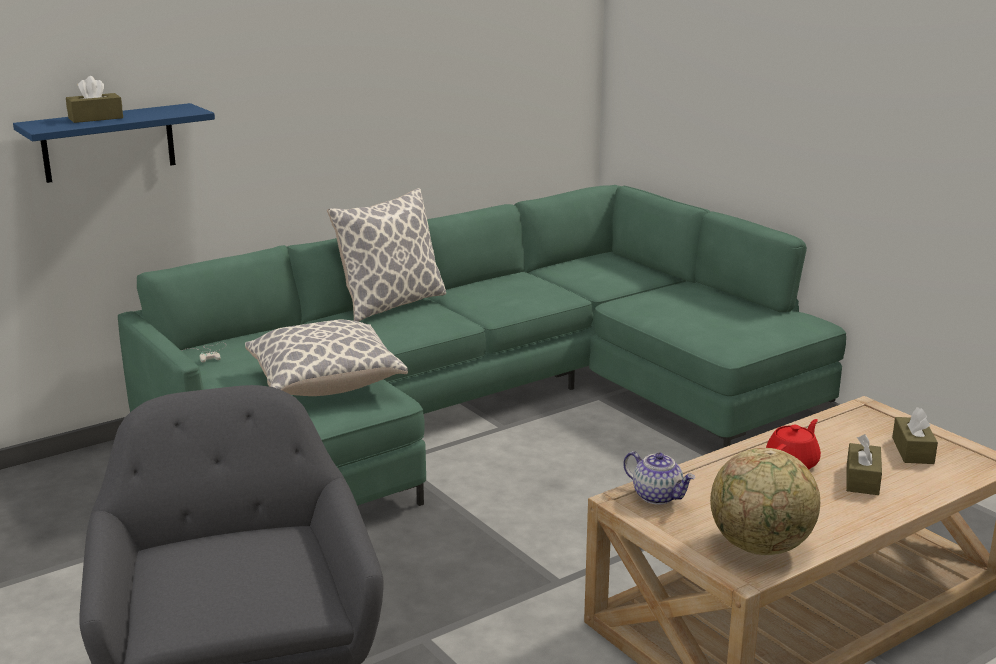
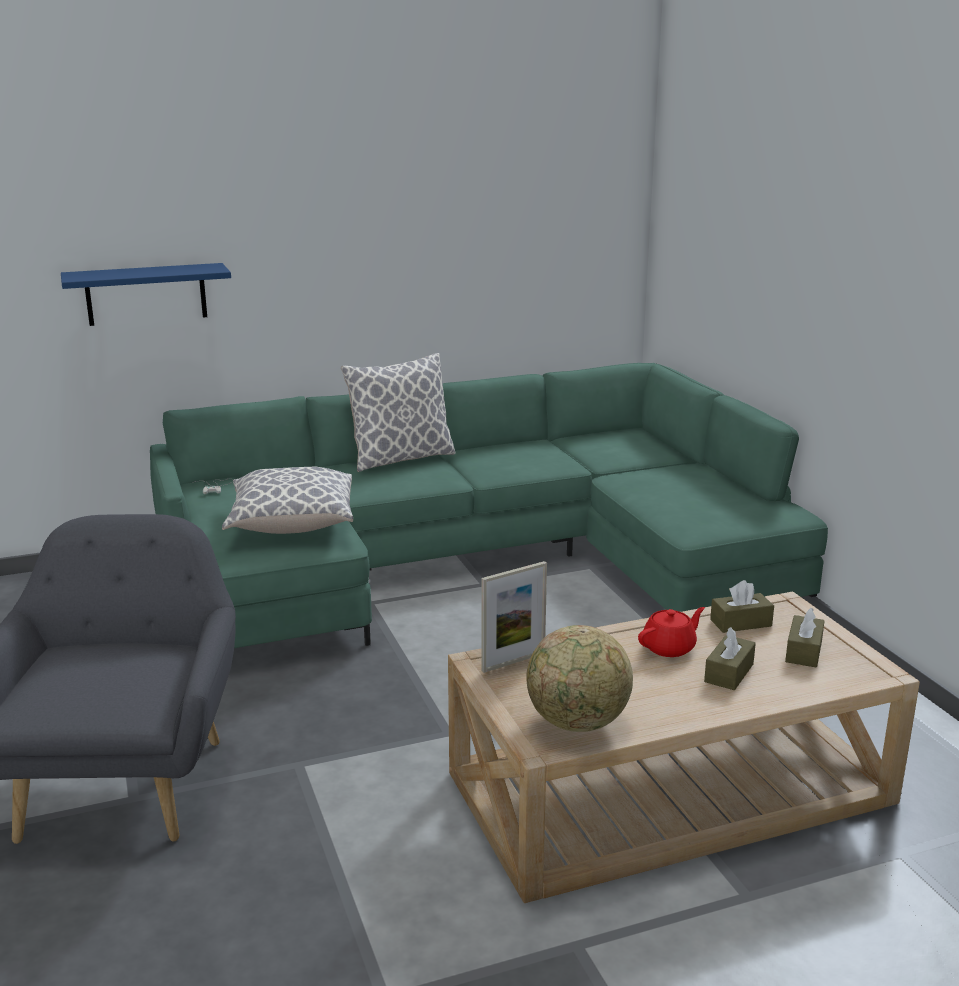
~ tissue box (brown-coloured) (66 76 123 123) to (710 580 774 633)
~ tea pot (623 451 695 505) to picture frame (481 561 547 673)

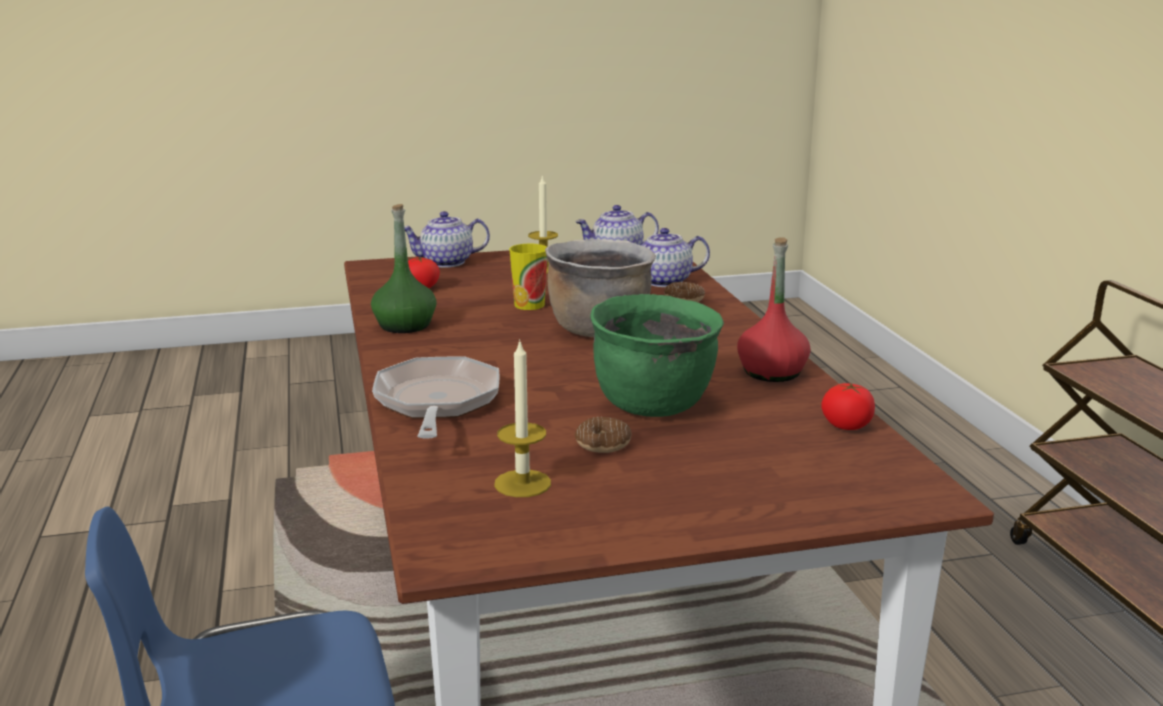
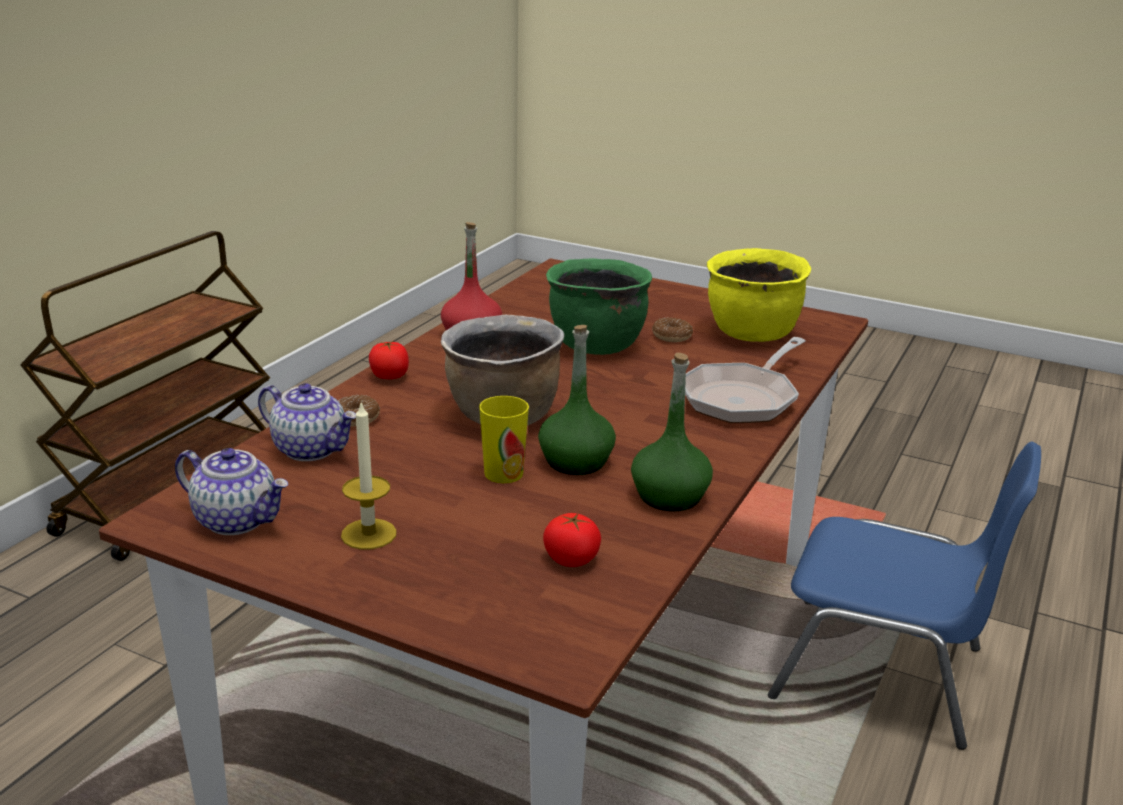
- tea pot (404 211 490 268)
~ candle (494 339 551 497) to saucepot (yellow-coloured) (707 248 811 342)
~ fresh tomato (821 383 875 430) to (369 341 409 379)
+ beverage bottle (green) (538 325 616 475)

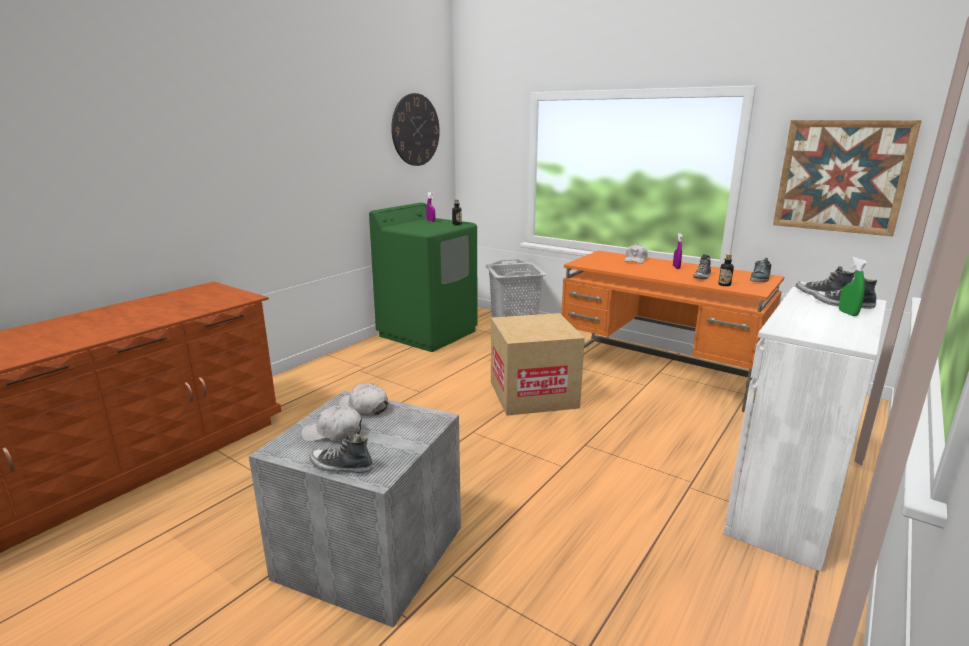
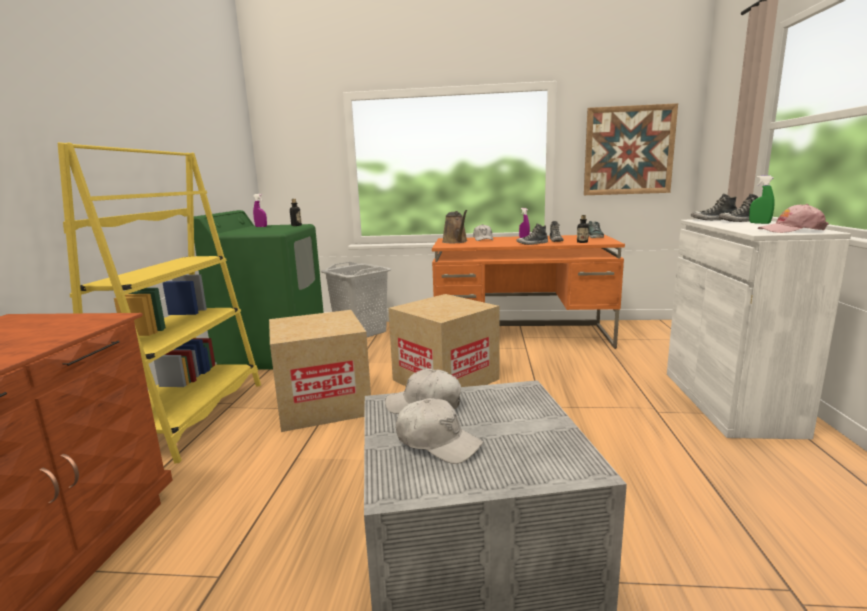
- clock on the wall (391 93 440 166)
~ cap (white-coloured) (302 405 362 442) = (396 398 483 464) 120 degrees counterclockwise
~ low shoe (309 431 373 474) to (516 224 548 245)
+ bookshelf (yellow-coloured) (58 142 261 463)
+ cap (pink-coloured) (758 204 829 233)
+ watering pot (brown-coloured) (442 210 467 243)
+ carton (269 310 371 432)

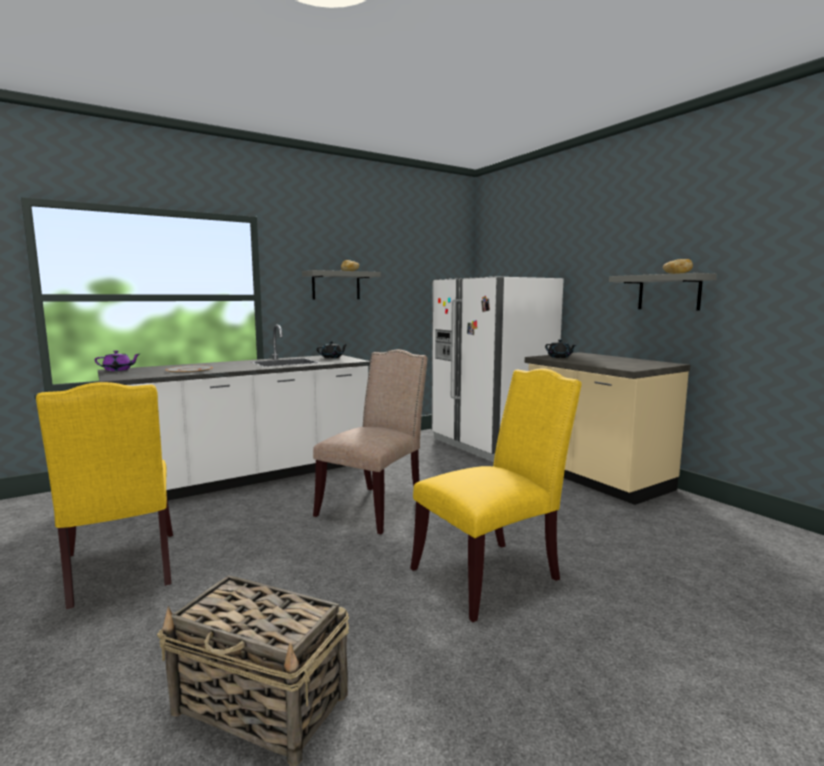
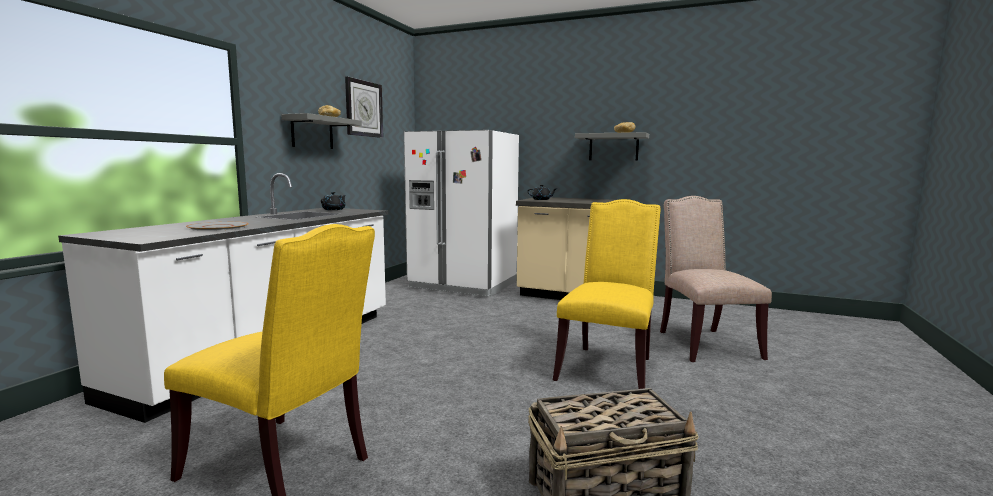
- tea pot (purple-coloured) (95 350 139 371)
~ plain chair (sand-coloured) (313 350 428 534) to (660 196 772 362)
+ clock on the wall (345 77 383 138)

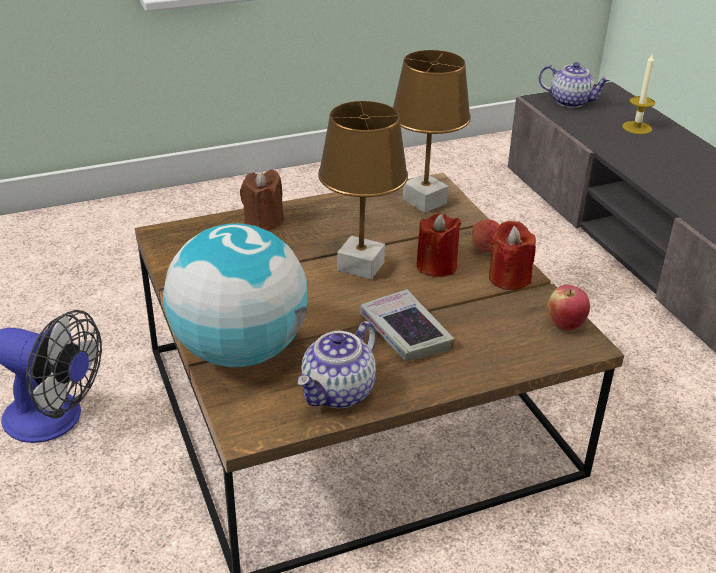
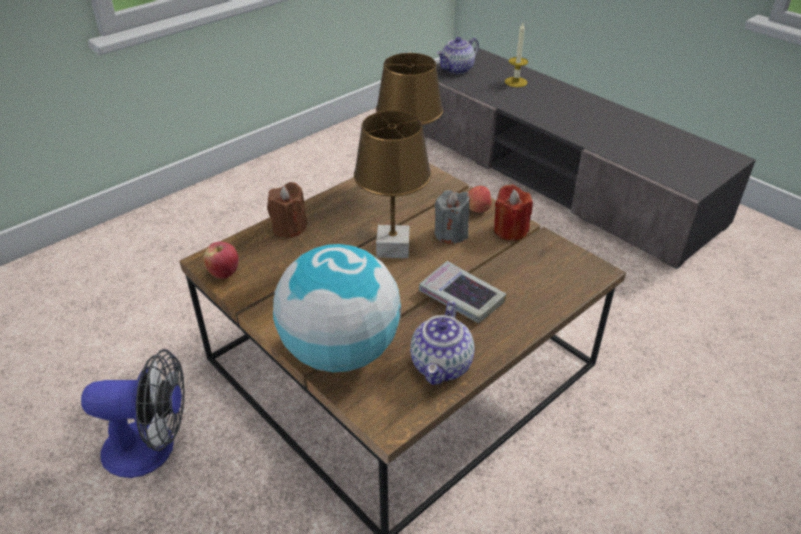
~ tea pot (539 62 610 108) = (437 37 479 74) 135 degrees clockwise
~ candle (red) (416 213 461 277) to candle (gray) (435 190 470 244)
~ apple (547 285 590 331) to (203 242 239 279)

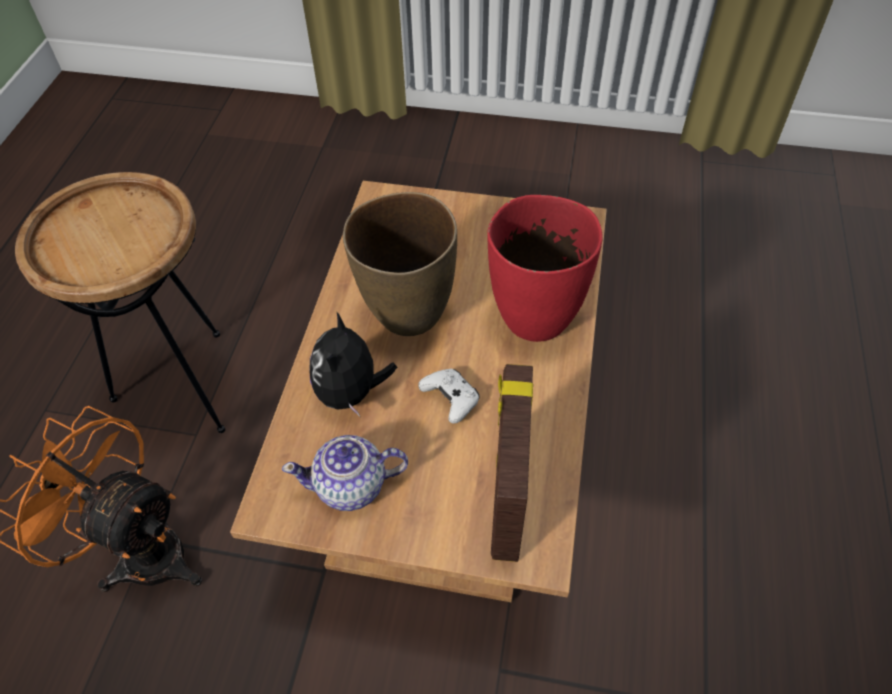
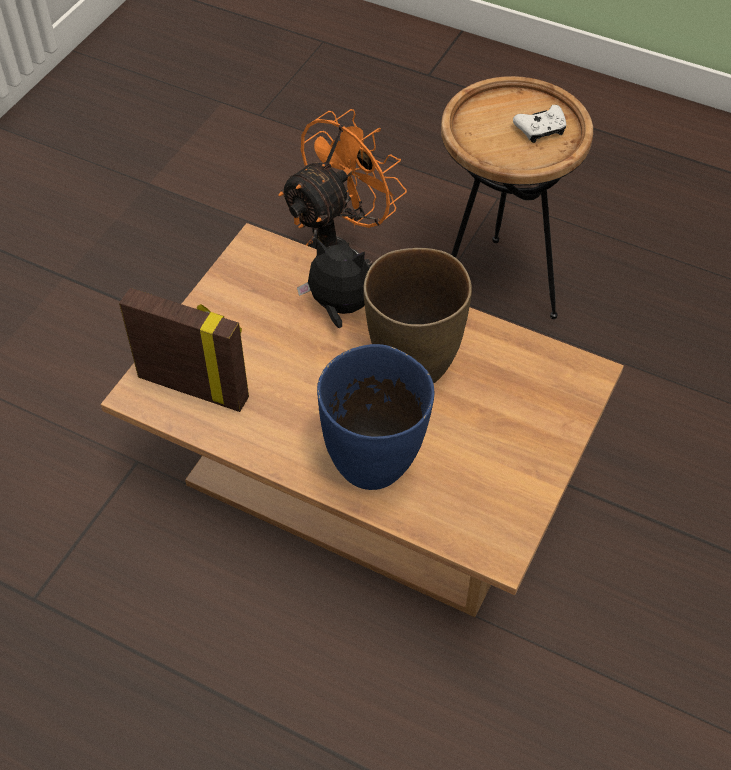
~ decorative vase (red) (487 195 602 342) to decorative vase (bluish) (317 344 434 490)
~ joypad (white-coloured) (418 369 480 424) to (513 105 566 143)
- tea pot (282 435 408 511)

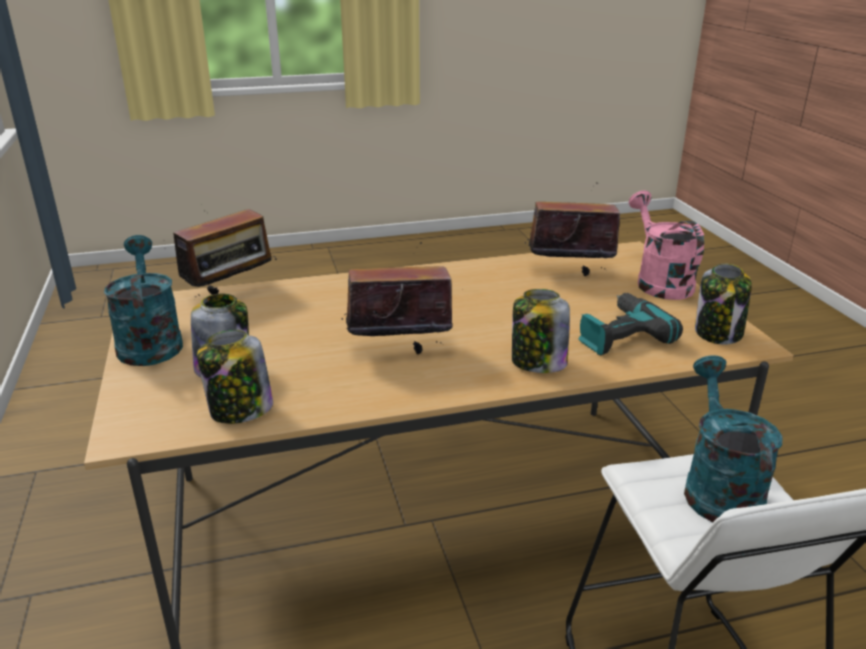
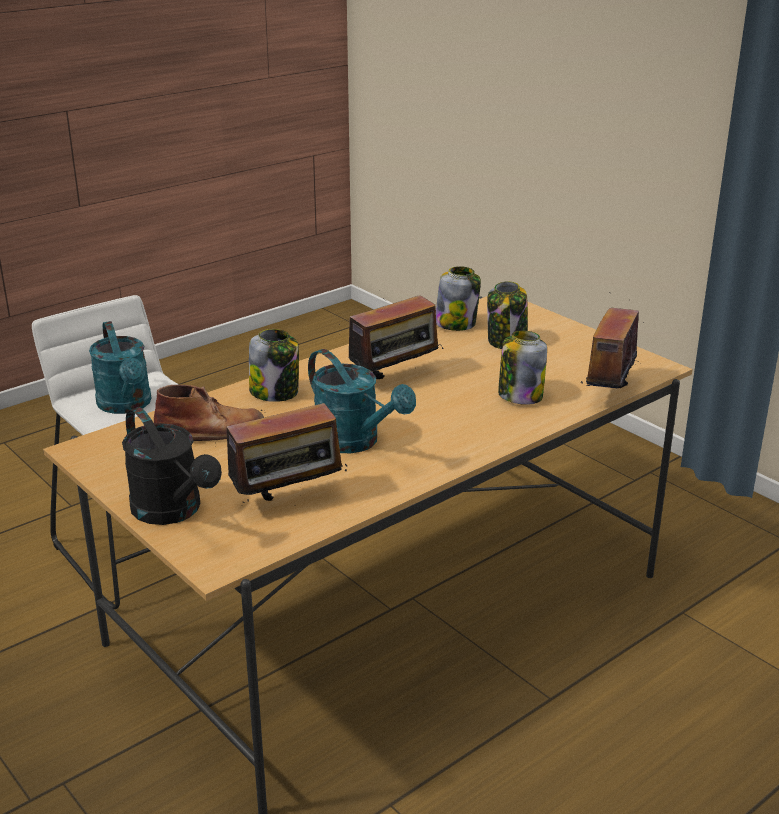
~ watering pot (pink-coloured) (629 190 704 300) to watering pot (blackish) (122 407 222 525)
~ watering pot (turquoise-coloured) (104 235 183 366) to (308 349 416 453)
~ storage jar (695 264 752 345) to (498 330 547 405)
~ electric drill (578 293 683 355) to tall boot (brown-coloured) (154 385 264 441)

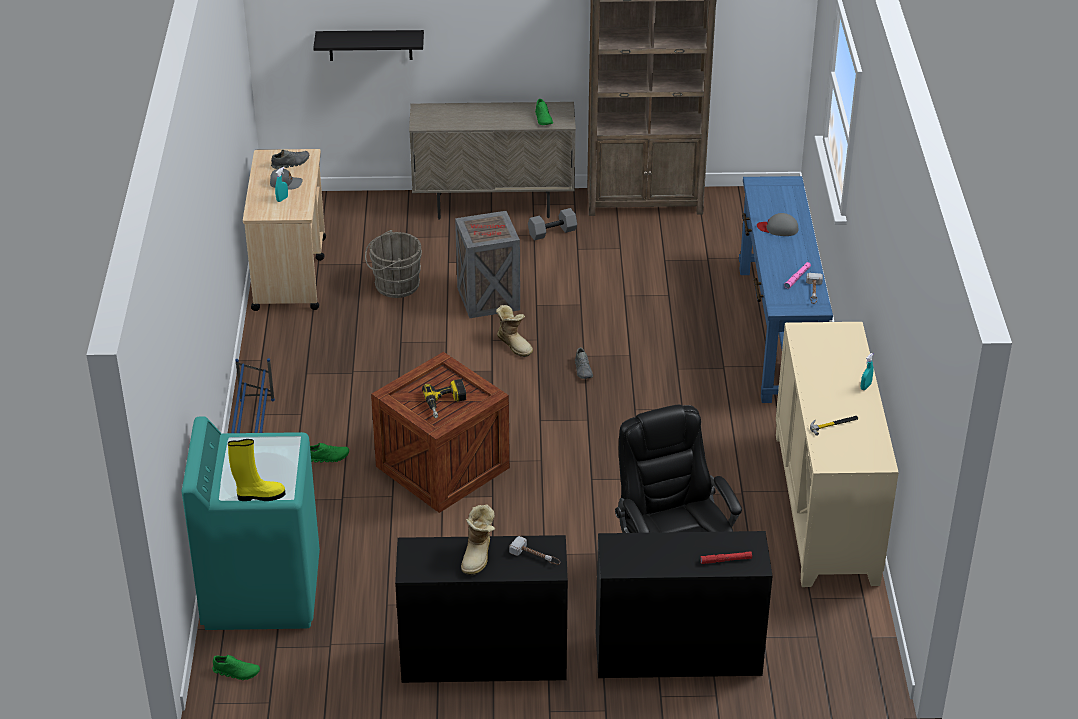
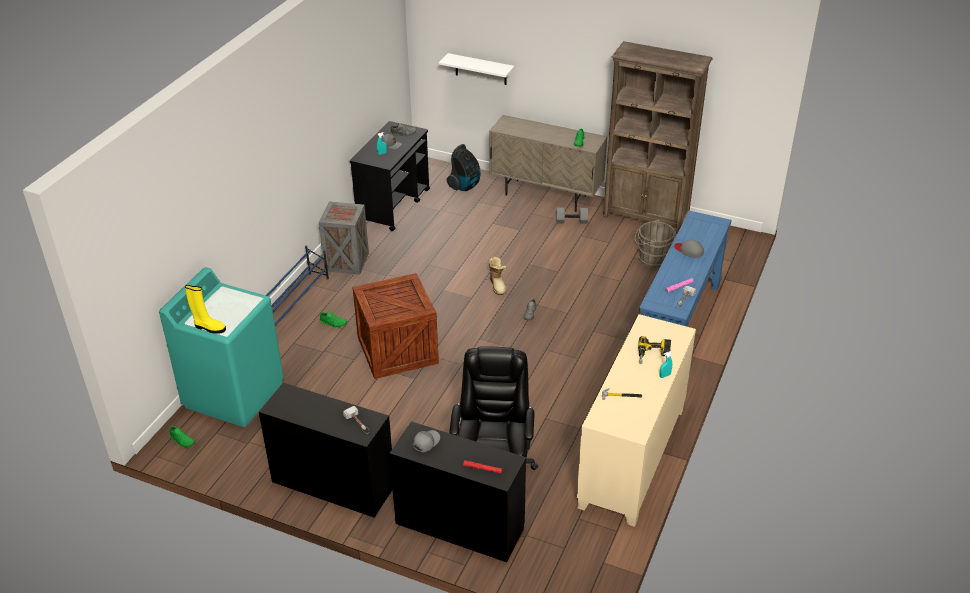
~ wall shelf (blackish) (313 30 424 61) to wall shelf (white-coloured) (439 53 514 85)
~ trolley (sand-coloured) (243 149 326 311) to trolley (blackish) (350 121 430 231)
~ crate (455 211 520 318) to (319 201 369 275)
~ bucket (gray) (365 230 422 298) to (635 220 675 267)
~ electric drill (422 379 466 418) to (638 336 671 364)
- tall boot (461 504 495 575)
+ vacuum cleaner (447 144 481 191)
+ cap (gray) (413 430 440 452)

